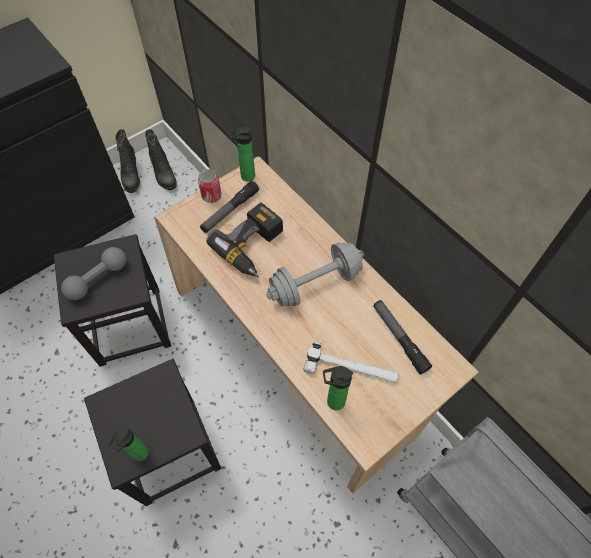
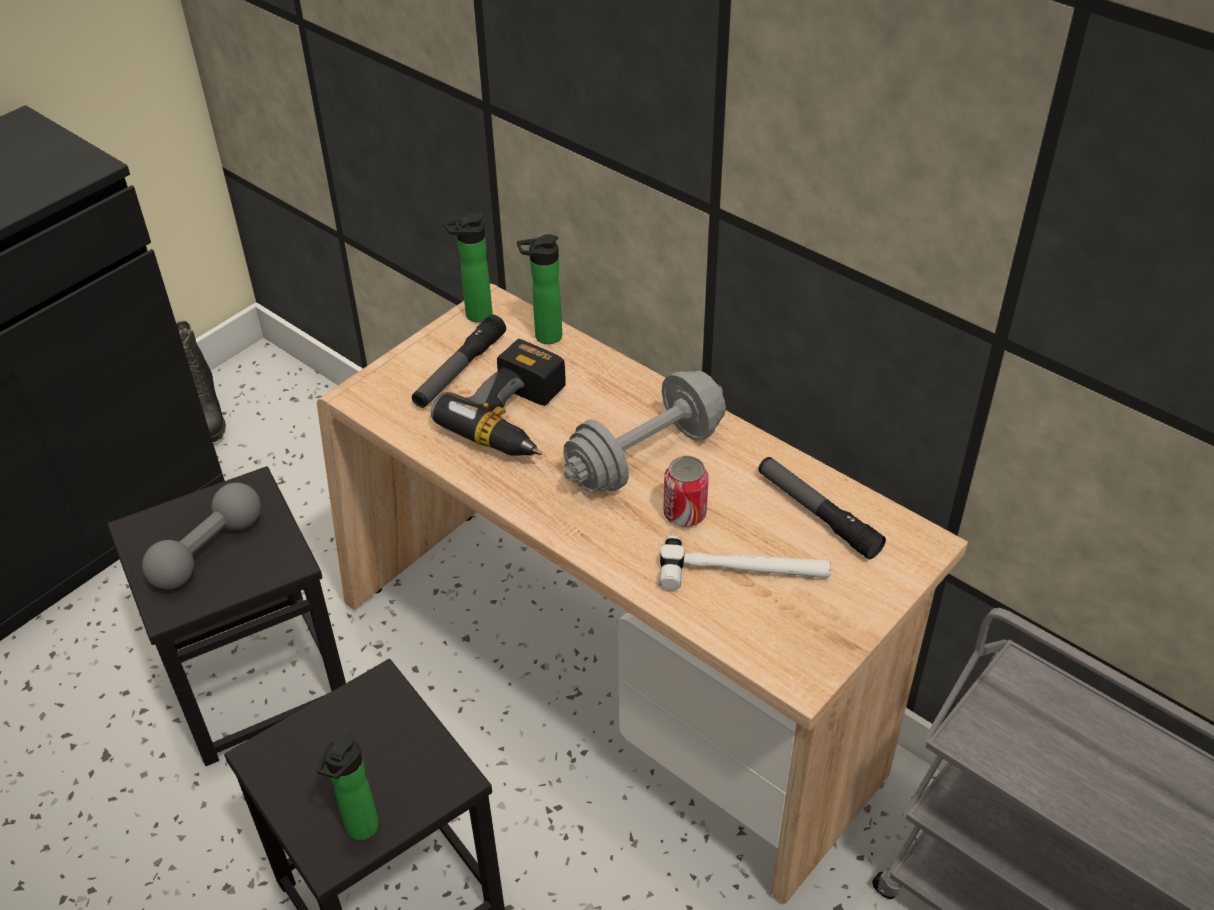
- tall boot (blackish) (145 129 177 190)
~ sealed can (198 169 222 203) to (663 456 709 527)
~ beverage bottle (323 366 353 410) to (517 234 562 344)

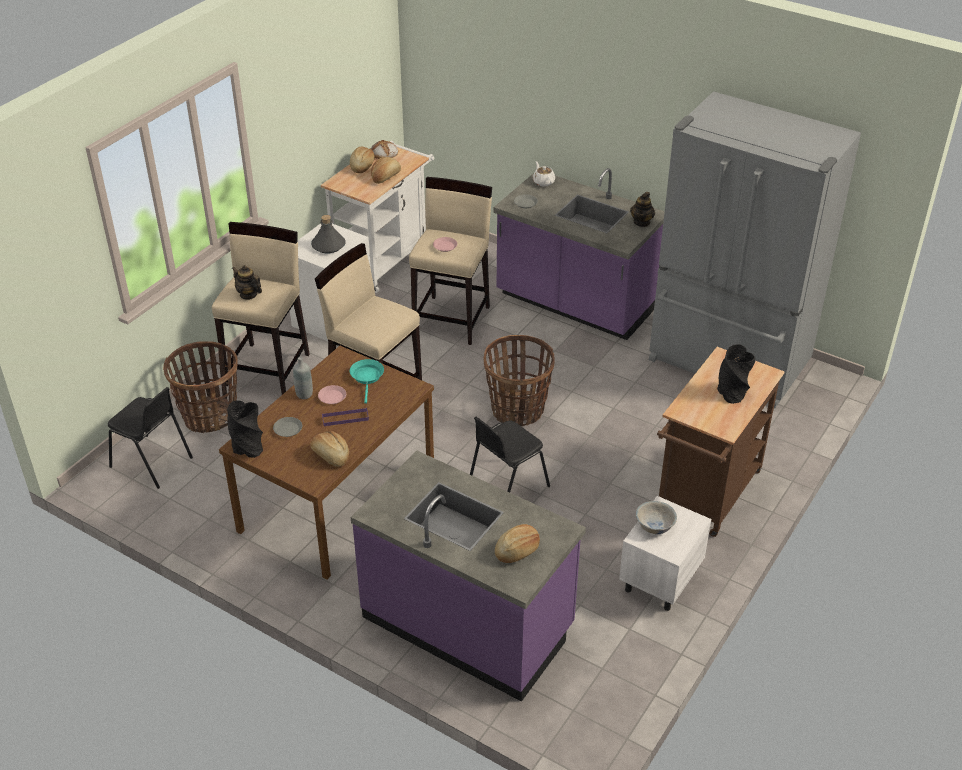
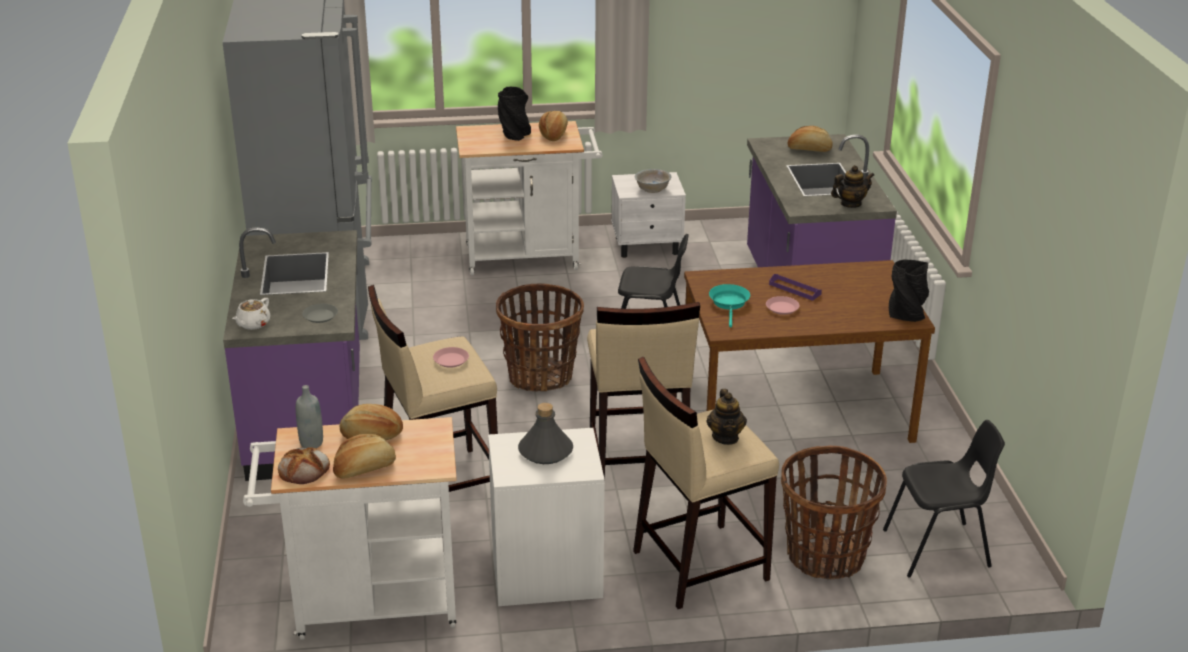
~ tea pot (630 192 655 227) to (831 165 874 208)
~ trolley (brown-coloured) (657 347 785 537) to trolley (white-coloured) (456 121 602 276)
~ beverage bottle (gray) (293 357 313 399) to (296 385 323 448)
~ skillet (turquoise-coloured) (350 359 384 404) = (709 284 750 328) 135 degrees clockwise
~ plain chair (blackish) (108 387 193 489) = (883 420 1005 578) 90 degrees clockwise
- flat dish (gray) (273 417 302 437)
~ bakery bread (310 431 349 467) to (539 111 568 141)

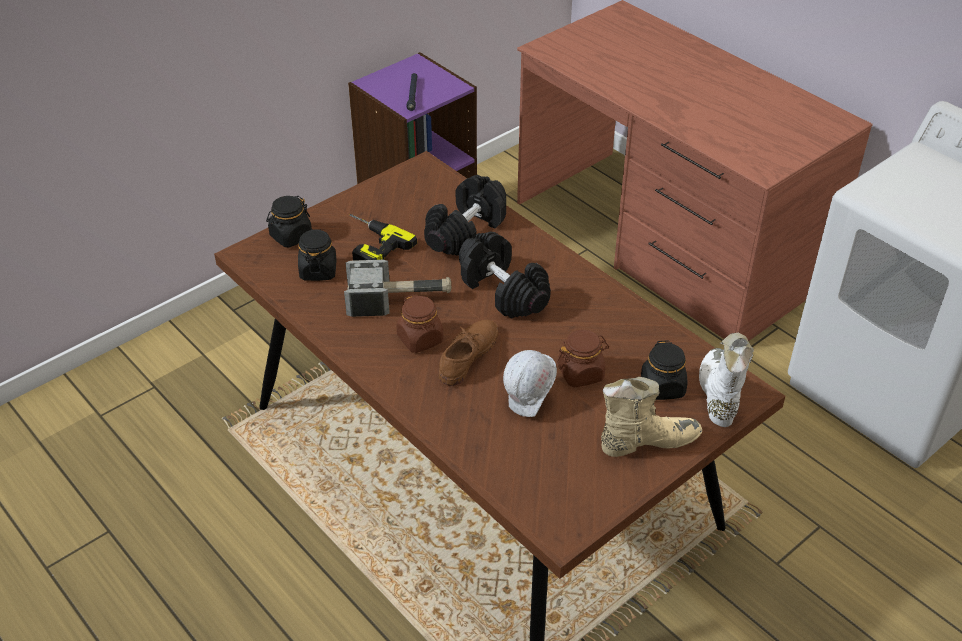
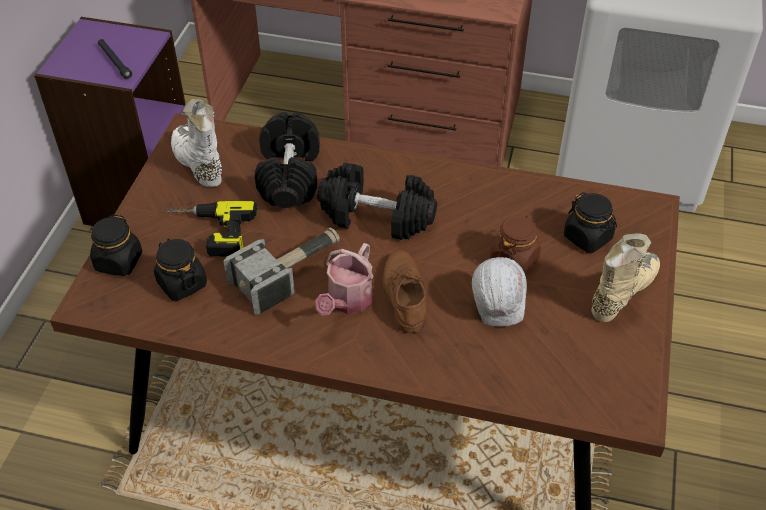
~ storage jar (brown-coloured) (396 294 444 353) to watering pot (315 243 374 316)
~ tall boot (white-coloured) (699 332 754 427) to (171 99 222 187)

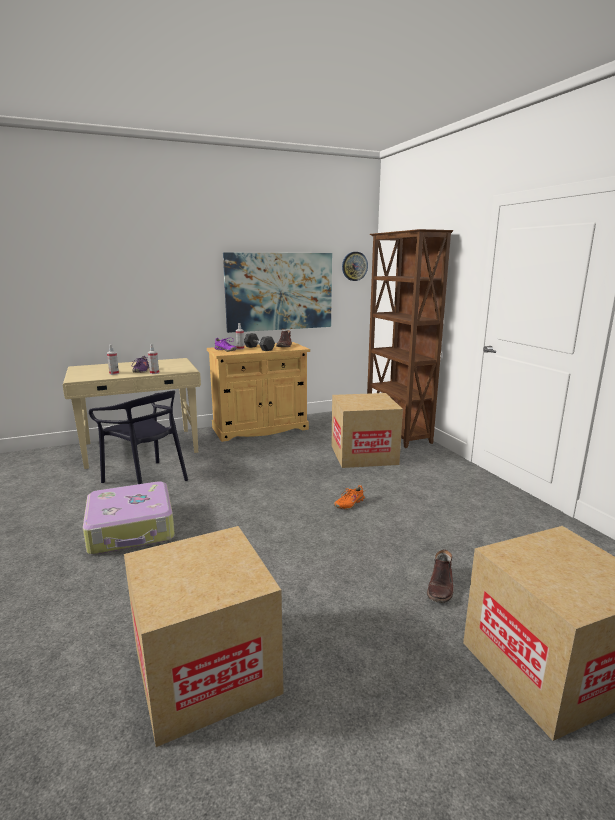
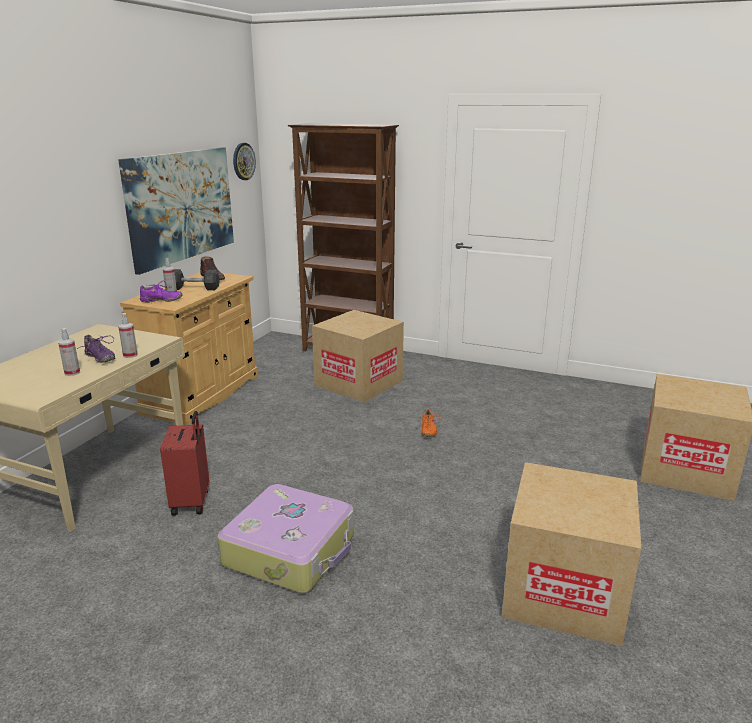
~ plain chair (blackish) (89 390 188 484) to travel case (red) (160 411 209 516)
- tall boot (brown-coloured) (427 550 453 603)

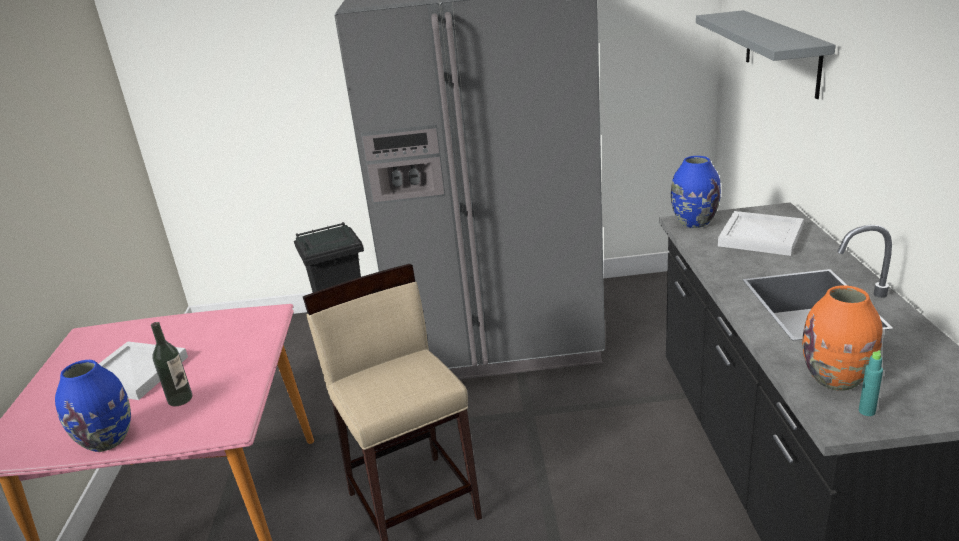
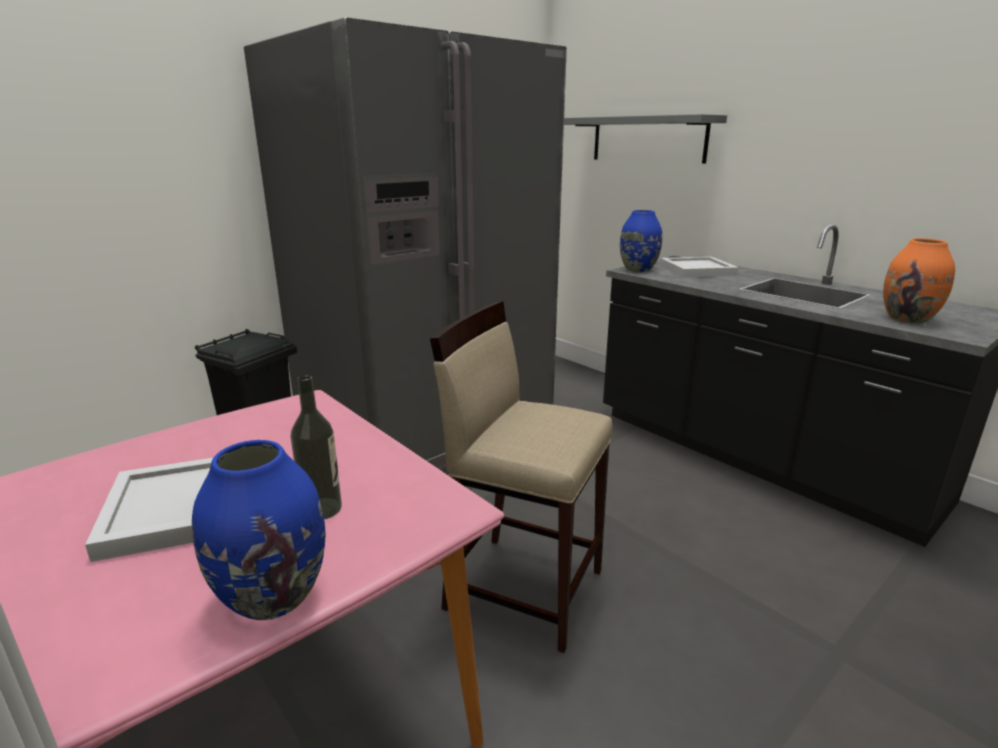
- beverage bottle (turquoise-coloured) (859 350 883 416)

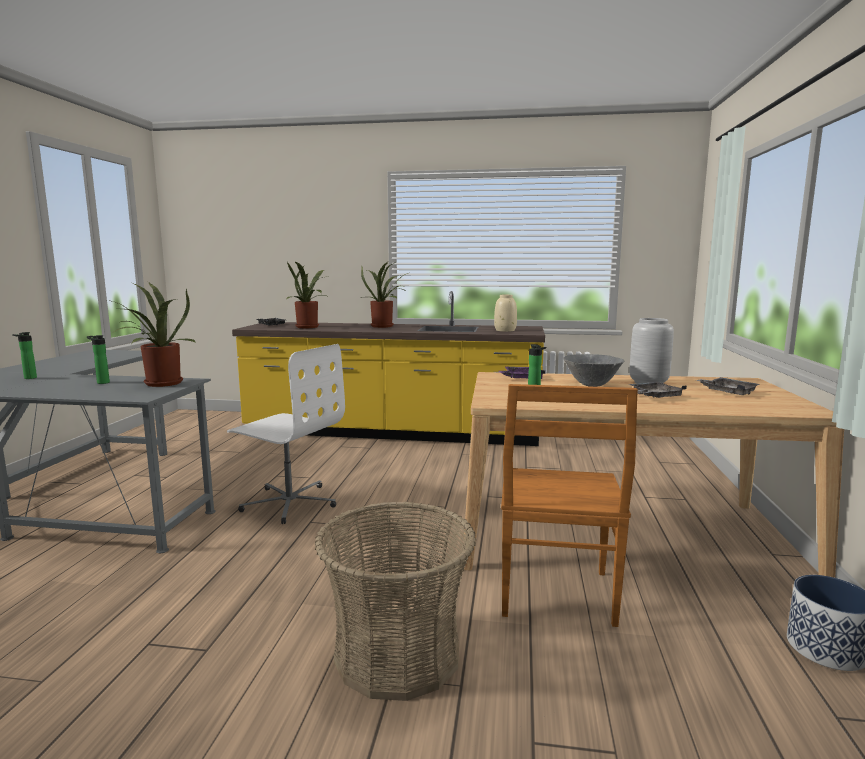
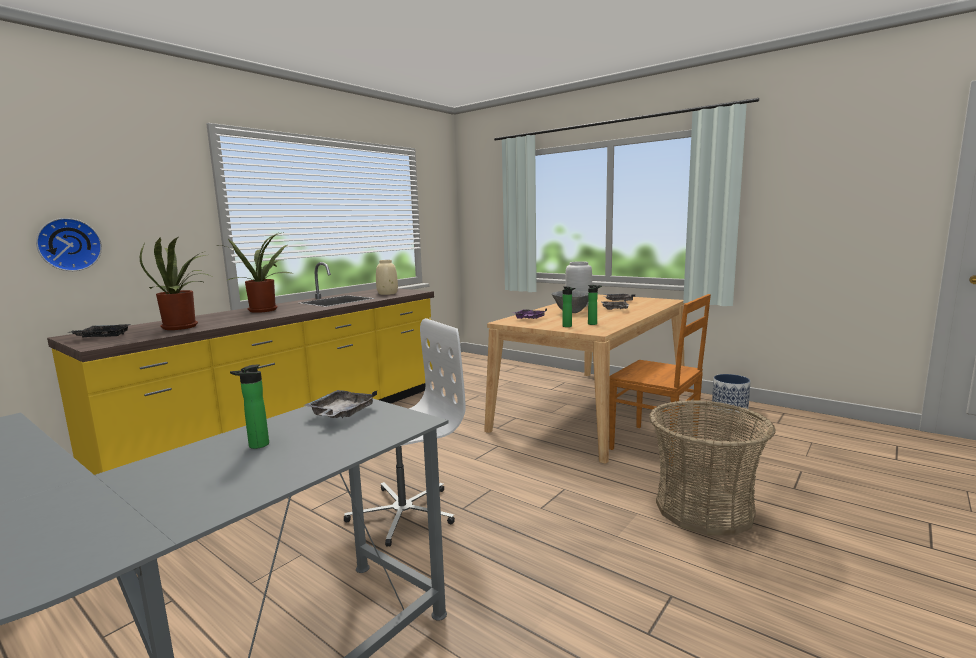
~ plant in a pot (112 282 197 387) to tray (gray) (304 390 377 418)
~ beverage bottle (12 332 37 379) to (563 286 575 327)
+ clock on the wall (36 218 102 271)

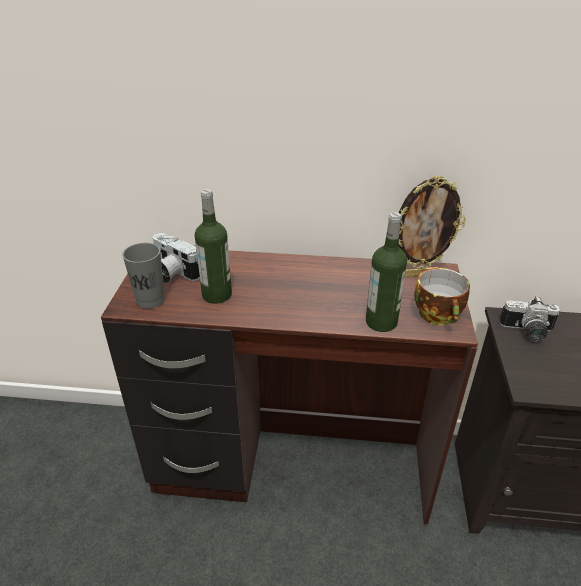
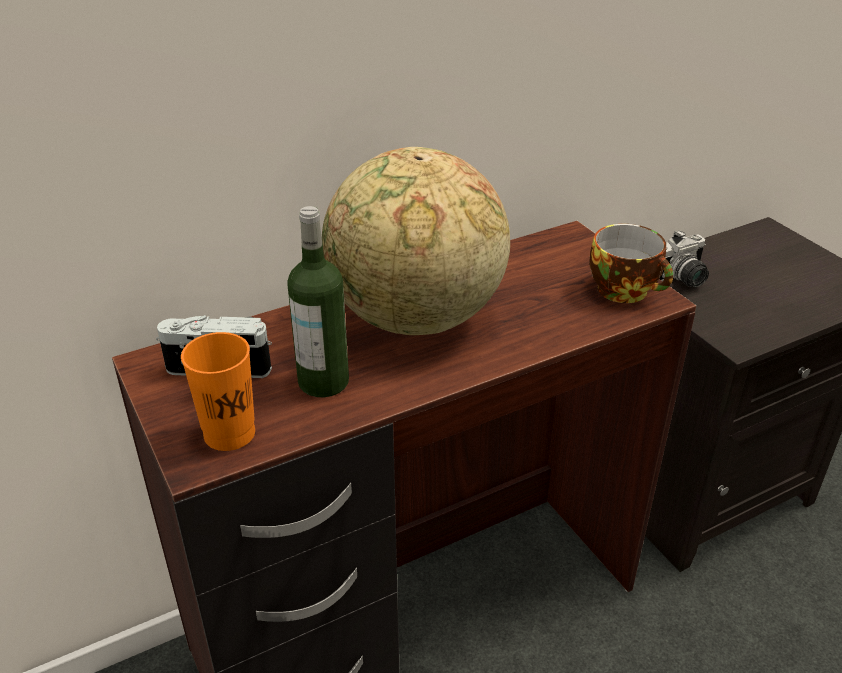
- picture frame (399 175 466 278)
- beverage bottle (366 212 407 332)
~ drinking cup (gray) (122 243 165 309) to drinking cup (orange) (181 332 255 451)
+ world globe (322 147 510 335)

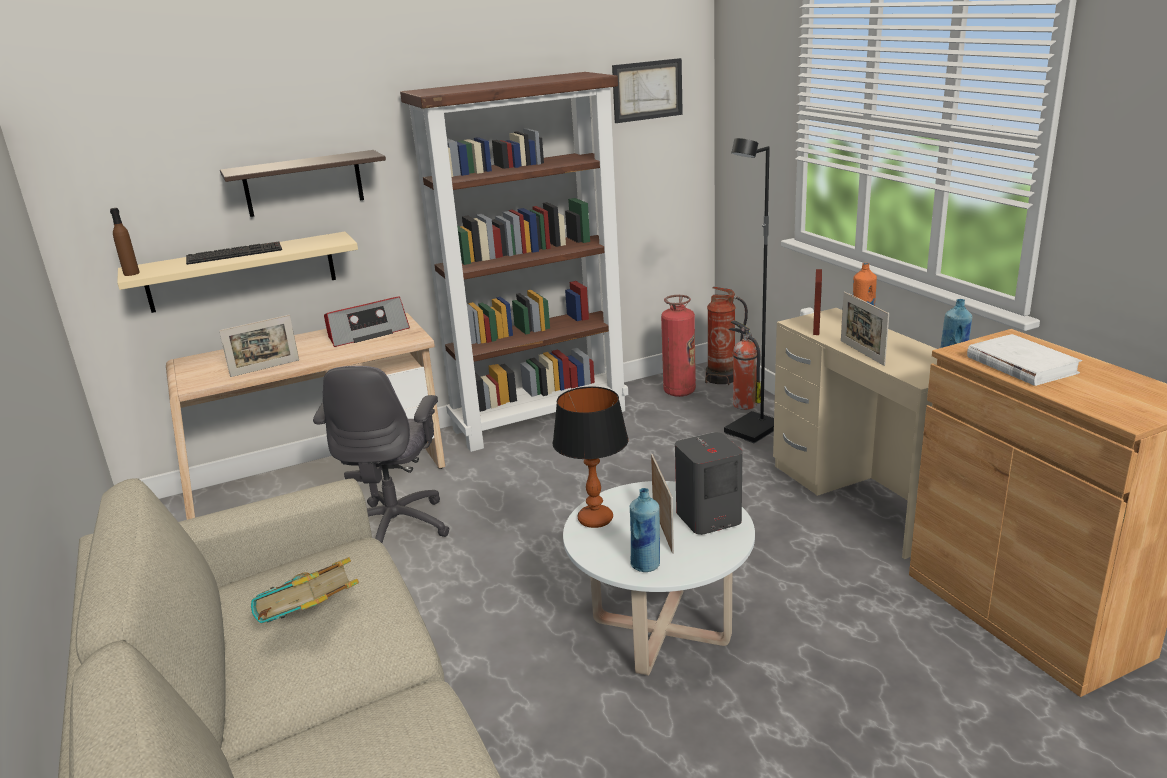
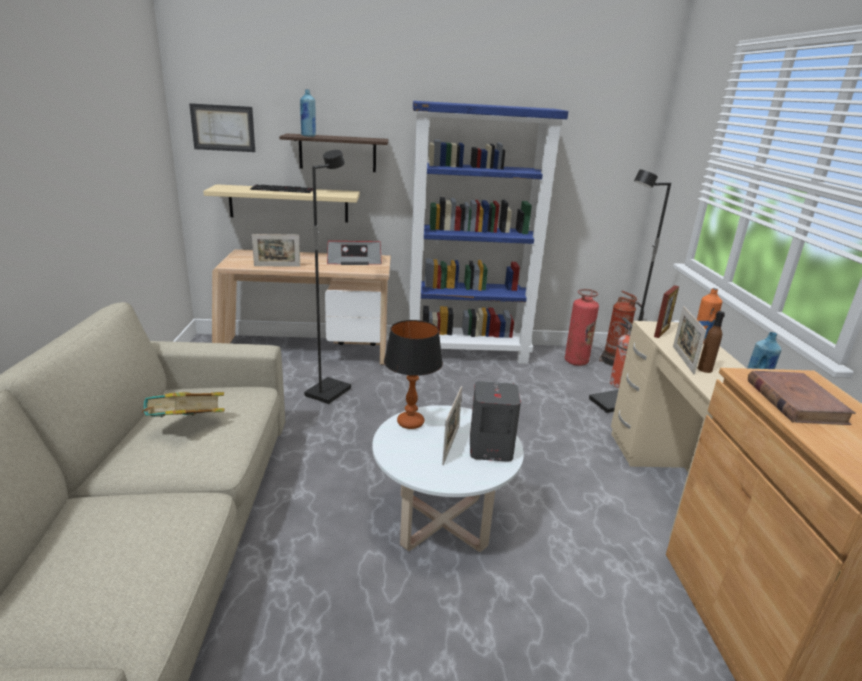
~ wall art (612 58 683 123) to (189 103 255 152)
~ bookshelf (brown-coloured) (400 72 628 452) to bookshelf (bluish) (409 101 568 364)
~ beverage bottle (brown-coloured) (110 208 140 276) to (698 311 725 373)
~ book (white-coloured) (967 334 1082 386) to book (brown-coloured) (748 371 856 425)
~ desk chair (gray) (313 366 449 543) to floor lamp (blackish) (304 150 351 404)
~ beverage bottle (bluish) (629 488 660 572) to (300 89 316 137)

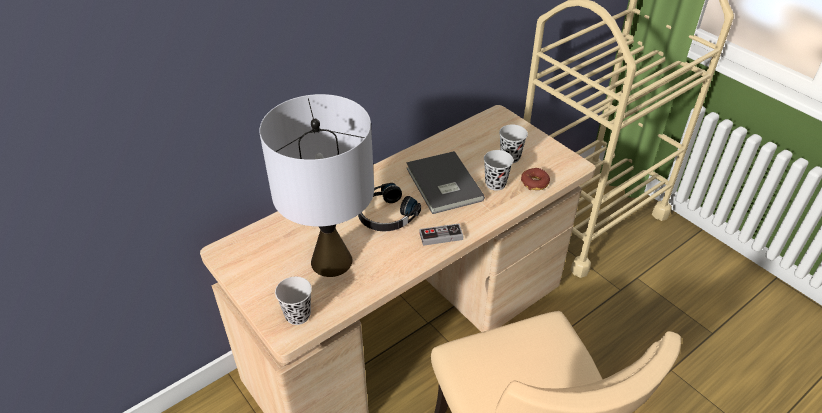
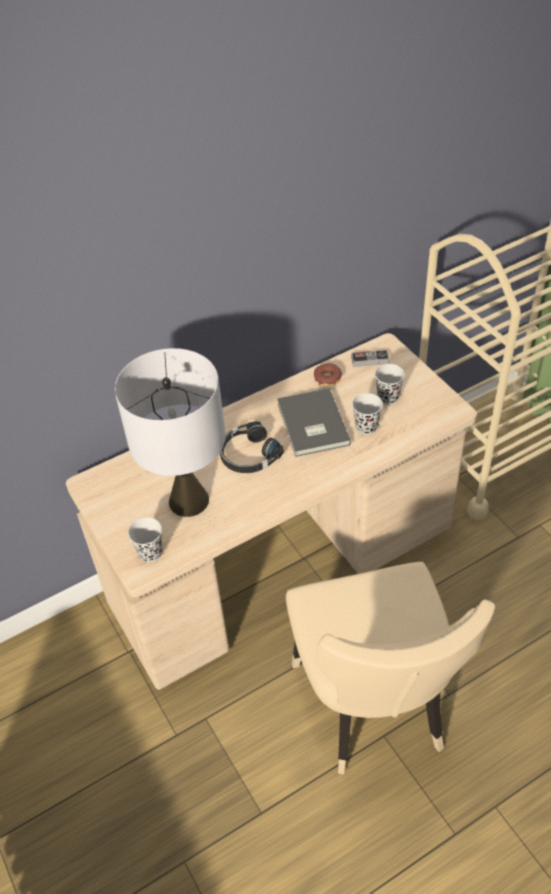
~ donut (521 168 550 190) to (314 363 342 386)
~ joypad (419 223 463 246) to (351 350 390 367)

